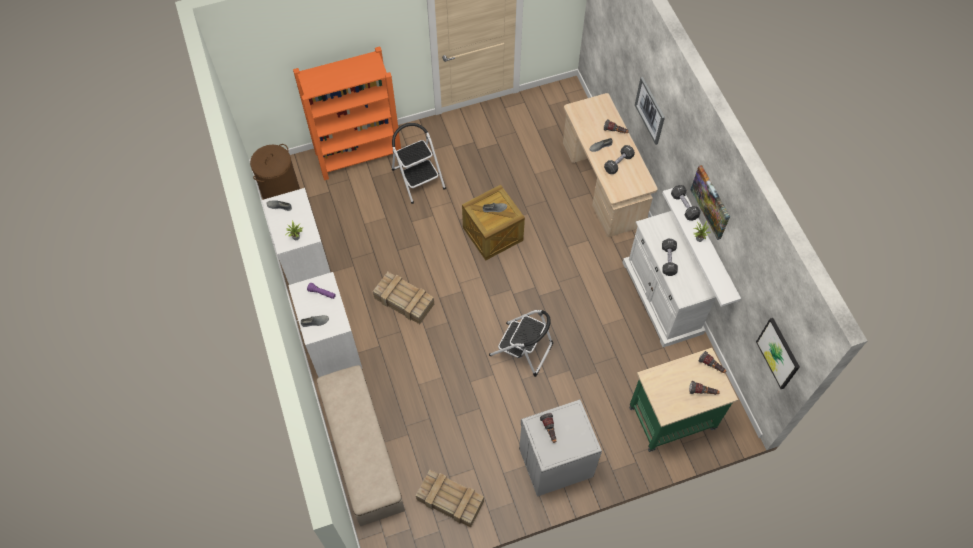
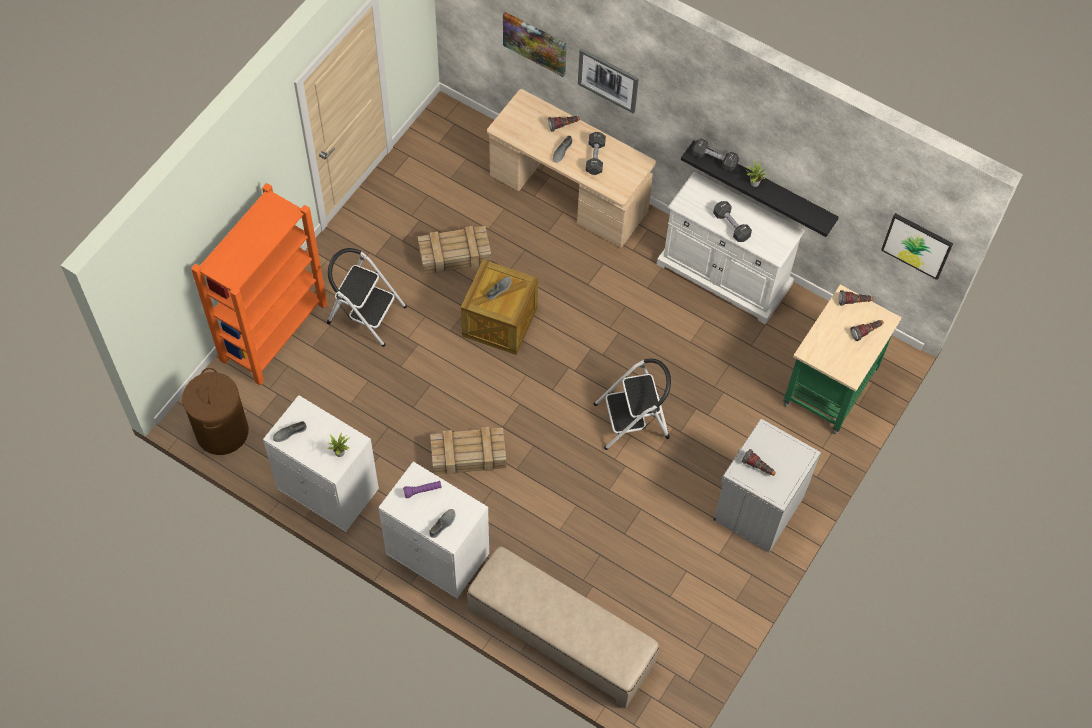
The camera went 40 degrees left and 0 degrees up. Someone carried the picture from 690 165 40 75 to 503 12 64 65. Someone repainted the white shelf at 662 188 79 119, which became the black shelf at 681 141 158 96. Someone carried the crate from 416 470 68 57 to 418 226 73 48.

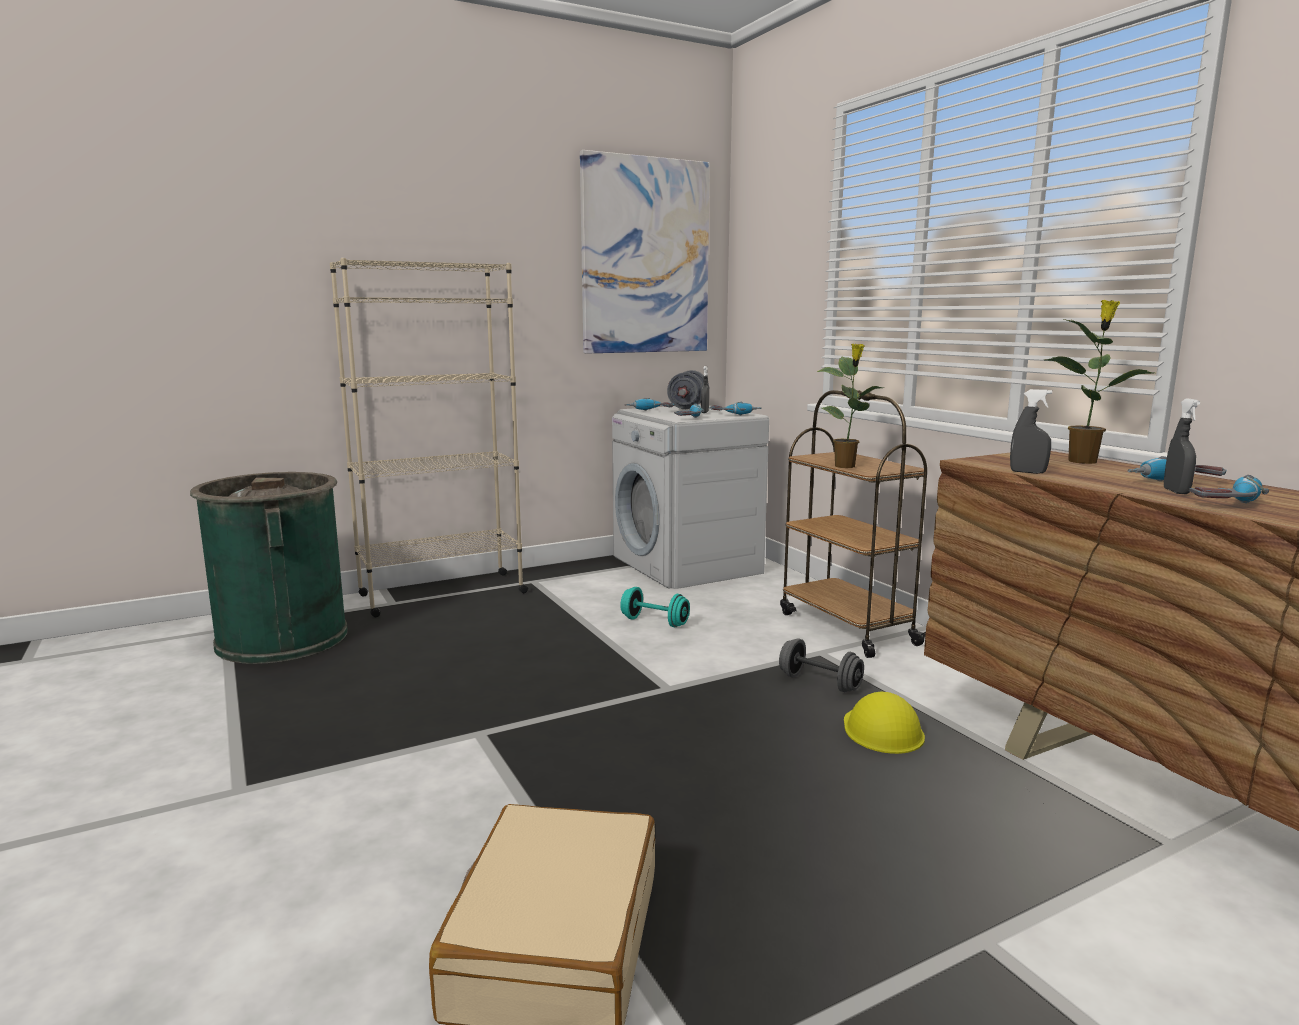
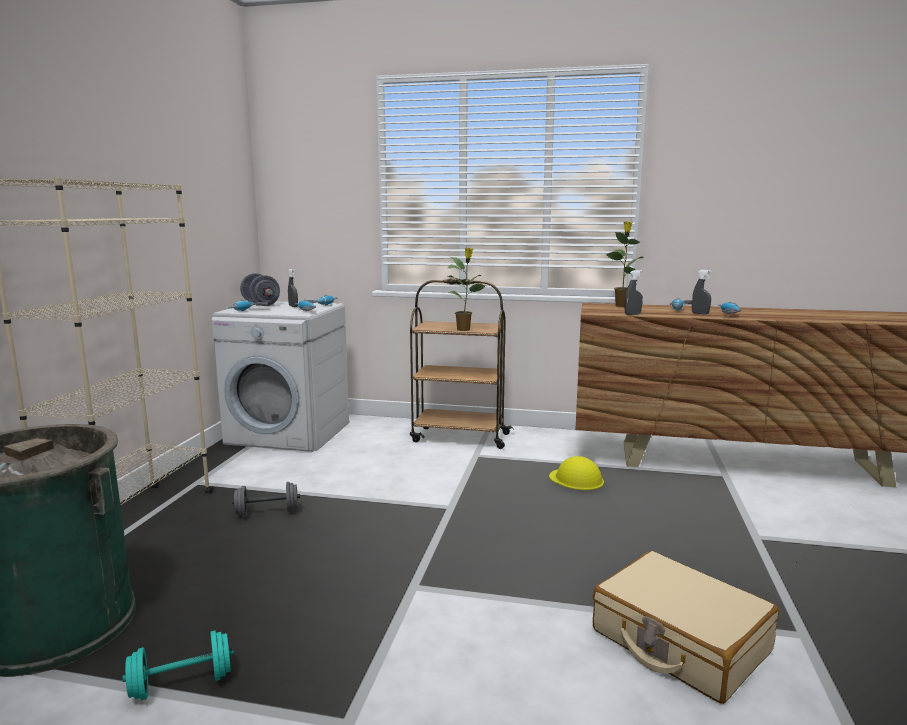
The camera went 50 degrees left and 0 degrees up. Someone took away the picture at 580 150 130 204. Someone carried the turquoise dumbbell from 620 587 70 40 to 122 631 112 70. Someone carried the grey dumbbell from 779 638 85 54 to 232 482 68 35.

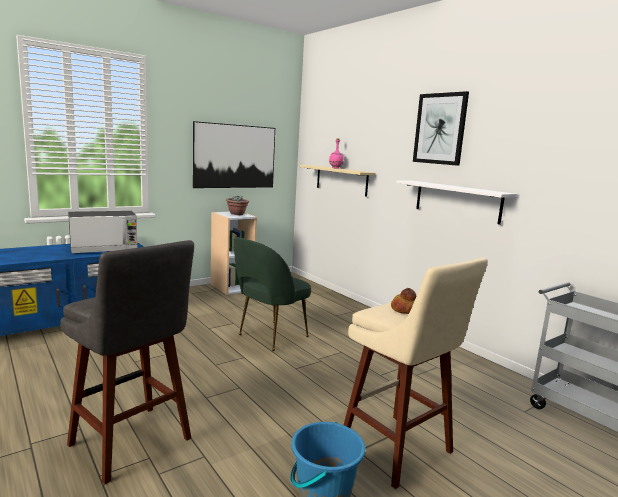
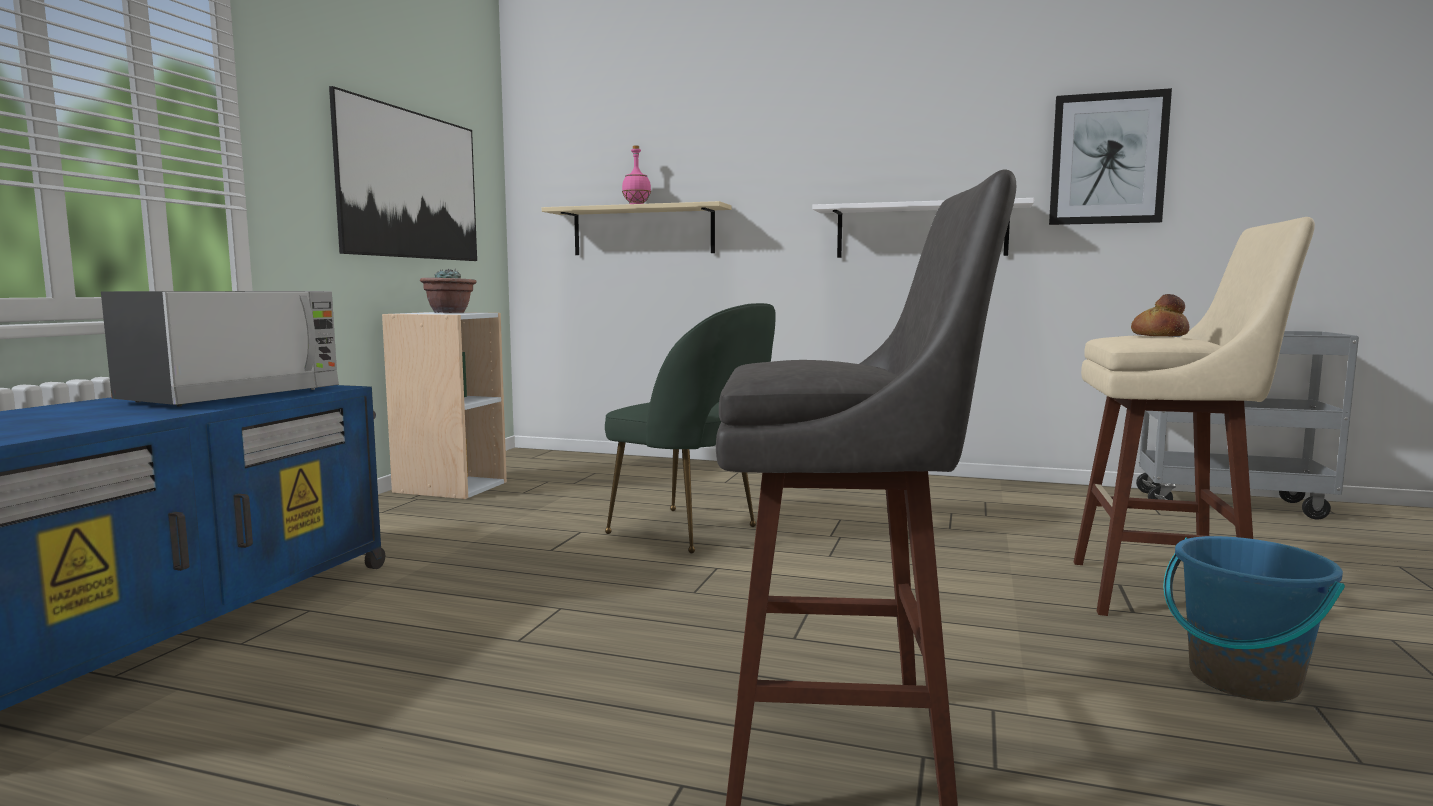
The camera went 35 degrees left and 5 degrees down. Someone carried the picture from 413 91 56 75 to 1049 88 123 137. Someone rotated the green chair at 234 237 77 114 by 60 degrees counterclockwise.

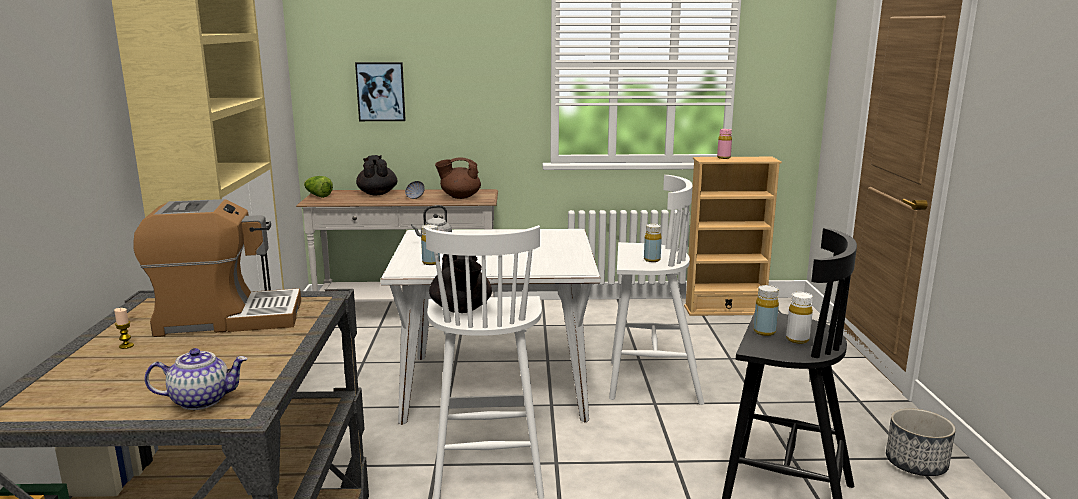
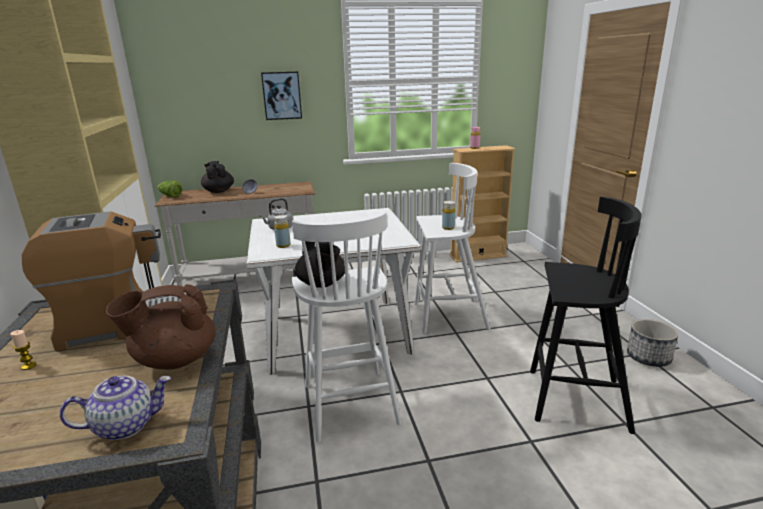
The camera went 10 degrees left and 5 degrees up. Someone carried the picture from 355 62 51 59 to 261 71 41 49. Someone carried the brown teapot from 435 158 46 41 to 106 284 110 86. Someone took away the yellow bottle at 754 285 25 51. Someone took away the white bottle at 786 292 27 52.

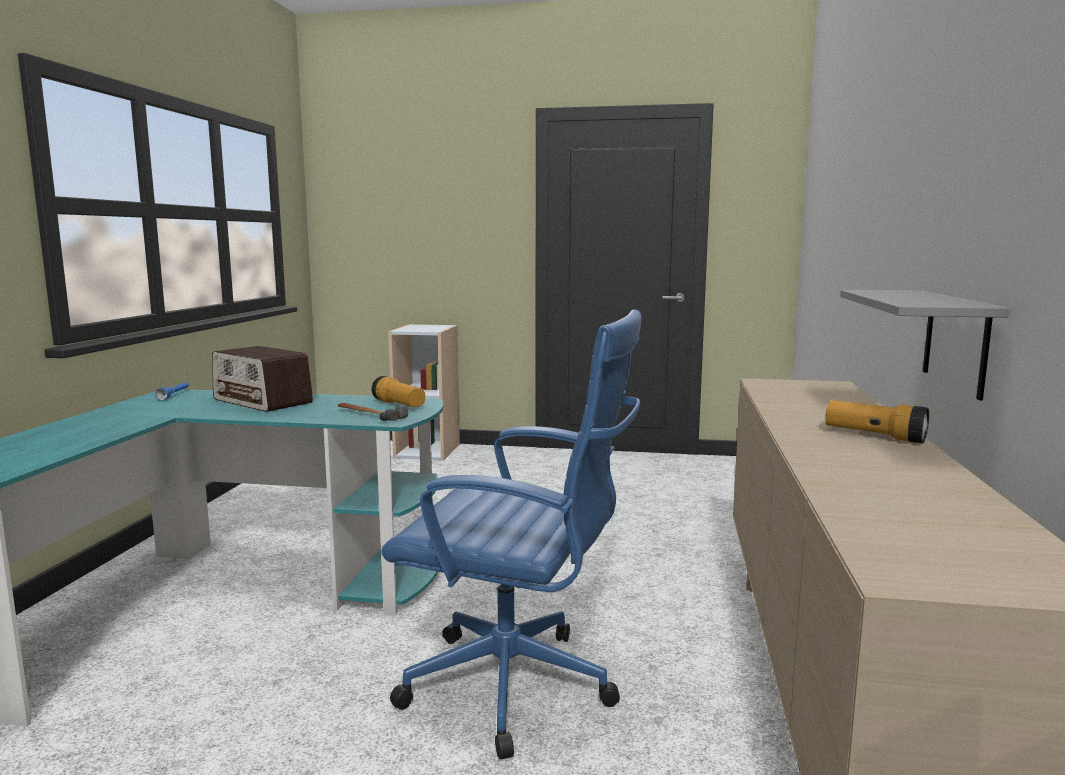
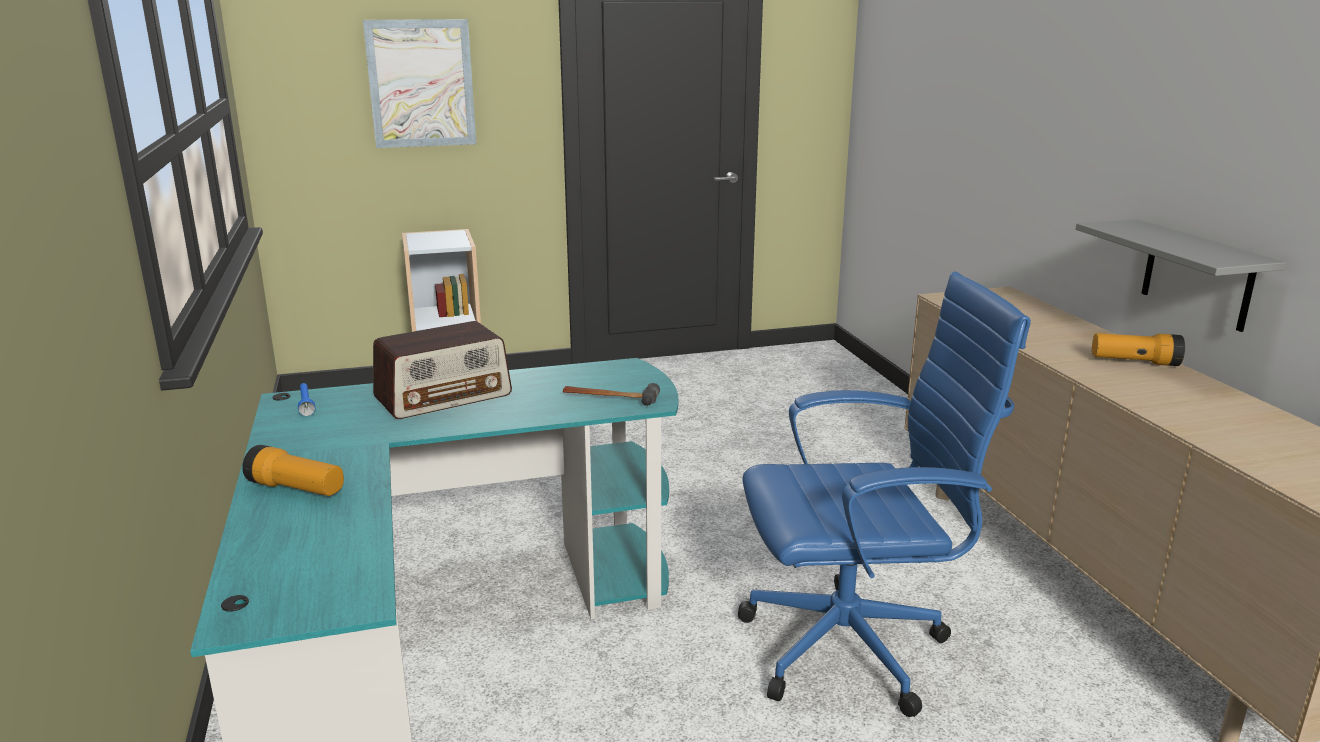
The camera went 25 degrees left and 10 degrees up. Someone rotated the radio at 212 346 101 66 by 45 degrees counterclockwise. Someone carried the flashlight from 371 376 54 31 to 242 445 102 51. Someone put up the picture at 363 19 113 129.

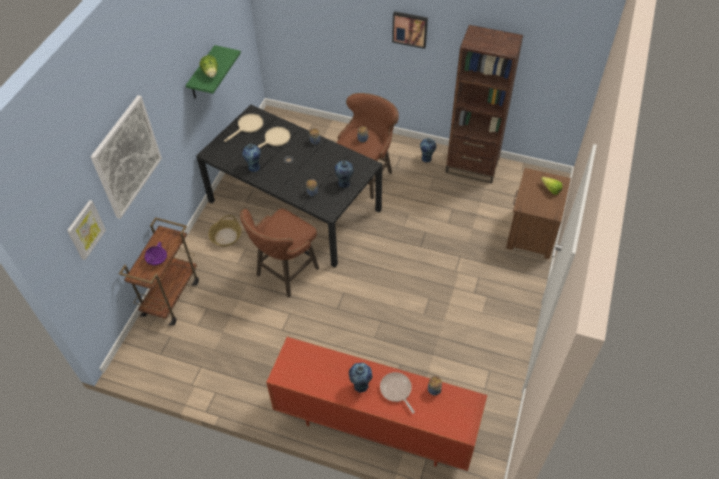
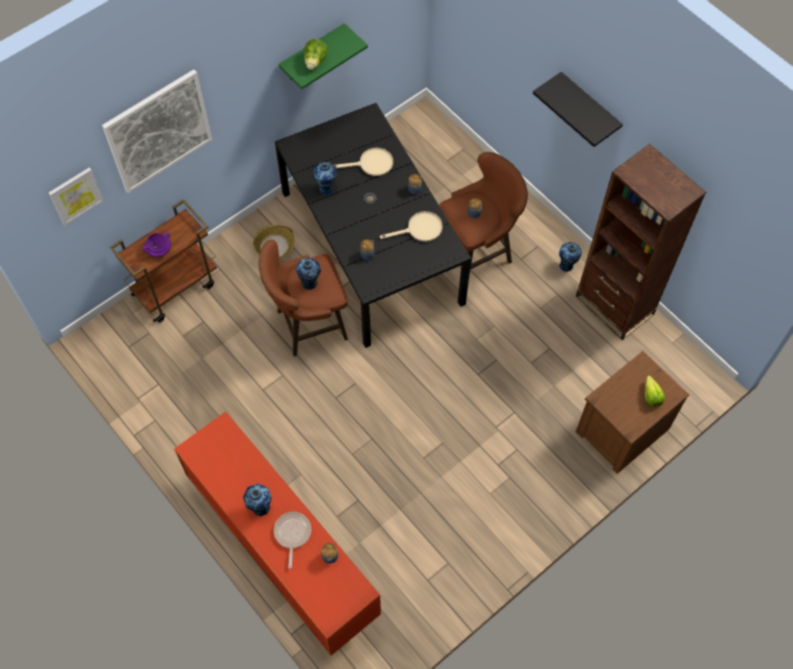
The camera went 30 degrees right and 10 degrees up. Someone swapped the picture at 392 11 36 38 for the black shelf at 533 72 90 75. Someone carried the beige frying pan from 224 114 39 28 to 380 211 63 31. Someone carried the vase from 335 161 19 27 to 296 258 25 32.

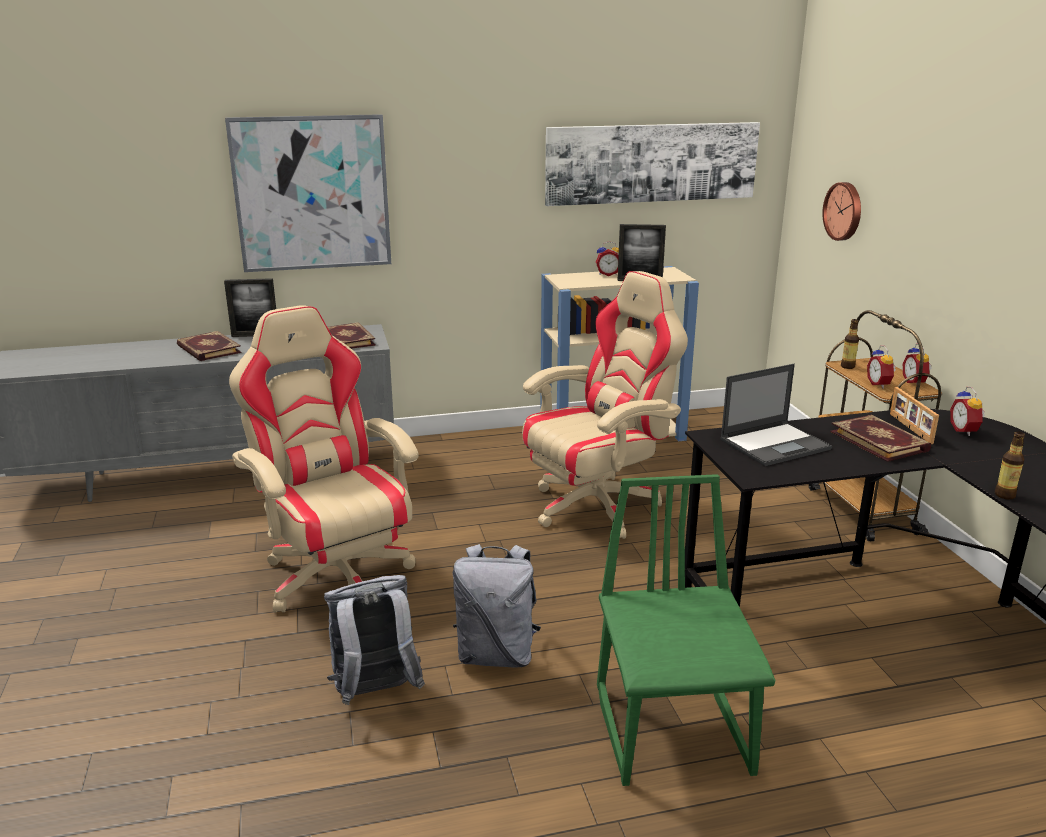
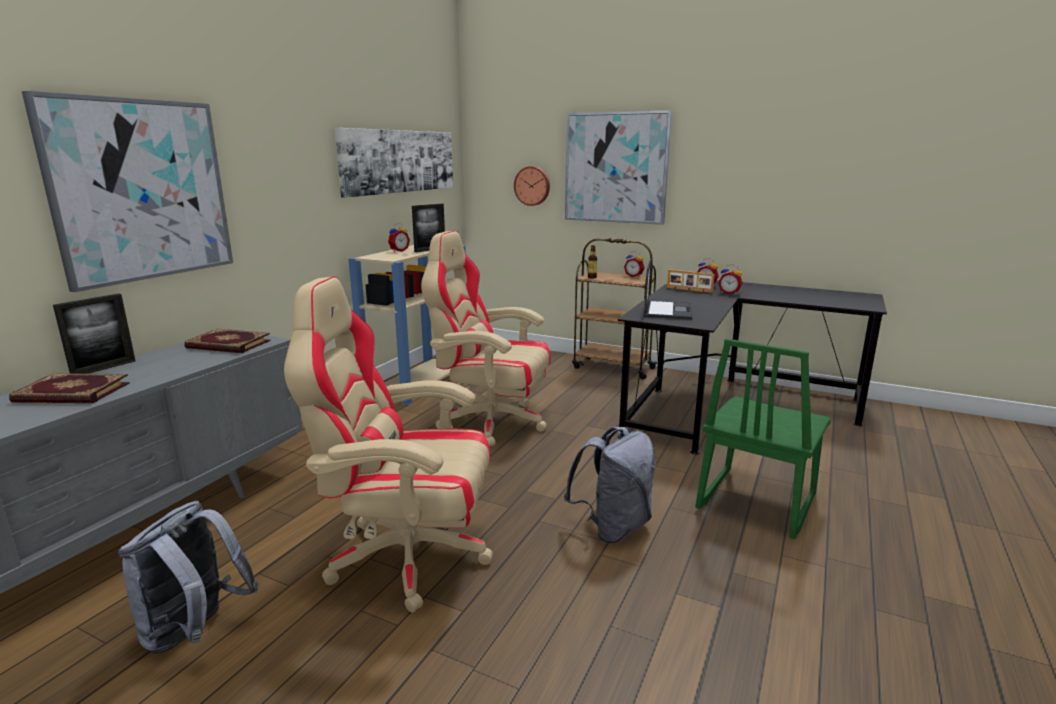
The camera went 50 degrees left and 5 degrees down. Someone rotated the beige office chair at 522 271 166 268 by 75 degrees counterclockwise. Someone carried the alarm clock from 867 345 29 44 to 718 264 25 31. Someone took away the book at 830 415 101 47. Someone took away the bottle at 995 432 30 67. Someone rotated the green chair at 597 474 179 312 by 90 degrees counterclockwise. Someone carried the grey backpack from 324 575 101 130 to 118 501 141 153. Someone put up the picture at 565 110 107 115.

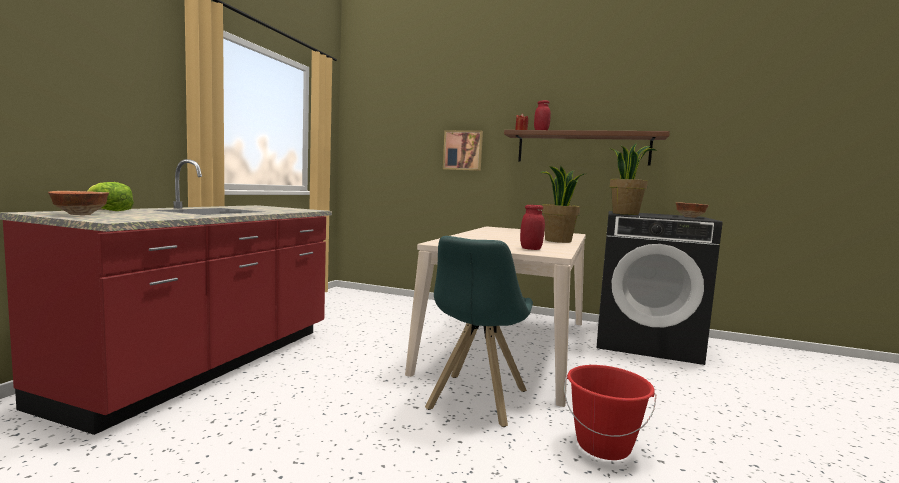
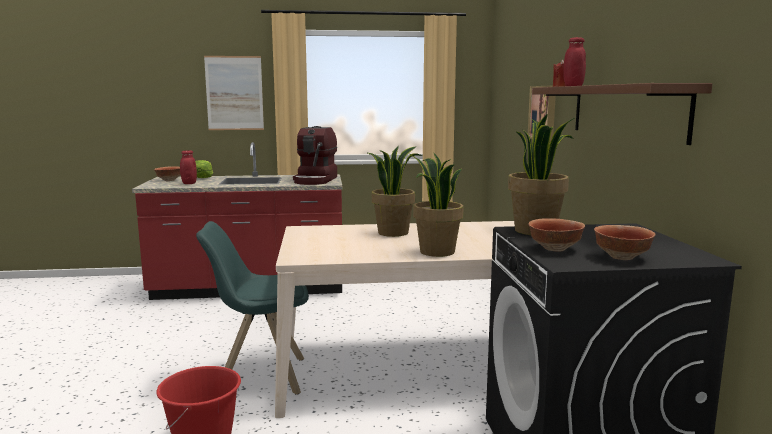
The camera went 65 degrees right and 5 degrees up. Someone carried the red jar from 520 205 25 45 to 180 150 17 34. Someone put up the picture at 204 56 60 74. Someone put down the coffee machine at 293 126 44 59. Someone put down the potted plant at 368 146 54 91. Someone put down the bowl at 529 218 56 34.

